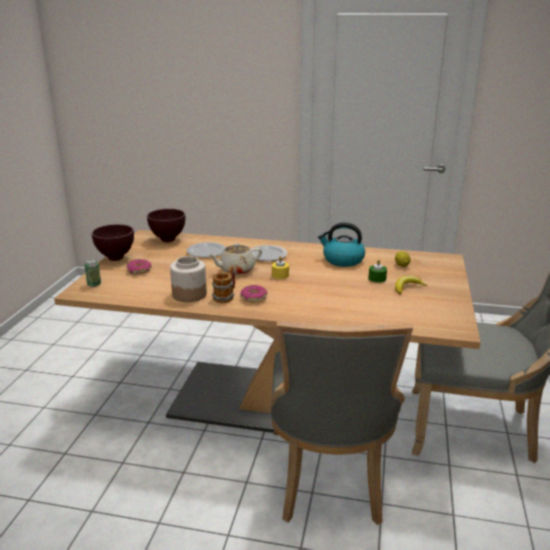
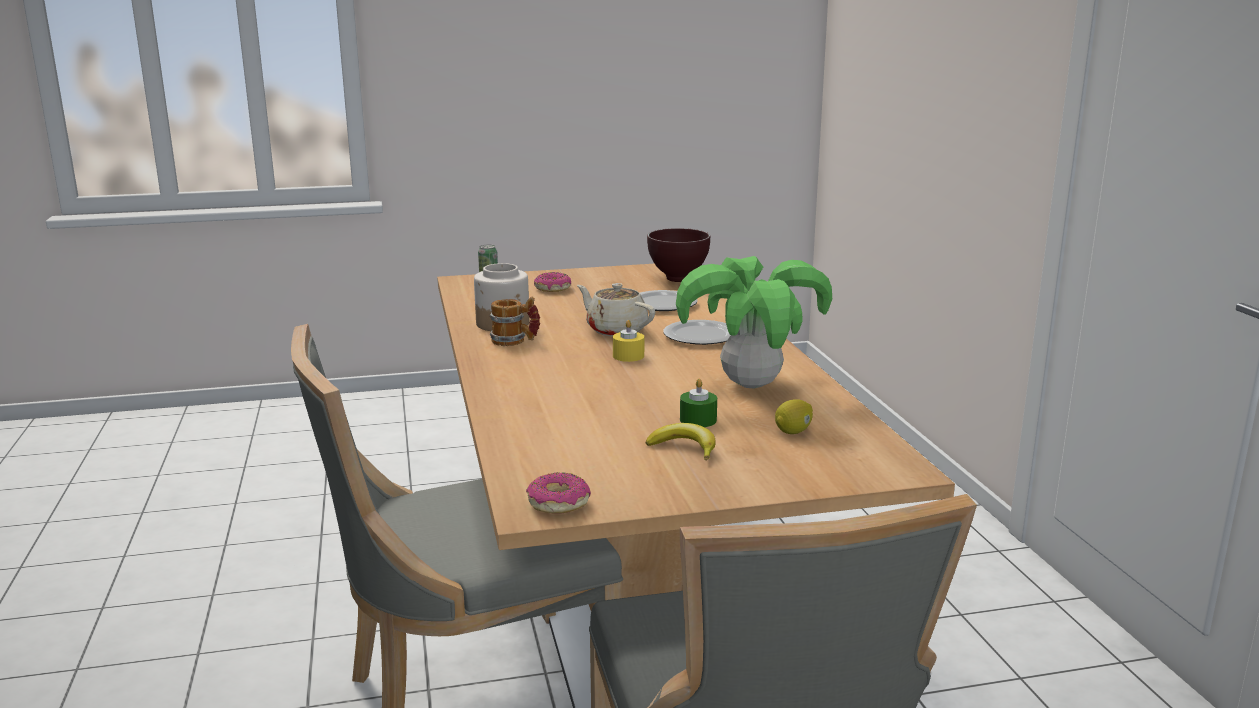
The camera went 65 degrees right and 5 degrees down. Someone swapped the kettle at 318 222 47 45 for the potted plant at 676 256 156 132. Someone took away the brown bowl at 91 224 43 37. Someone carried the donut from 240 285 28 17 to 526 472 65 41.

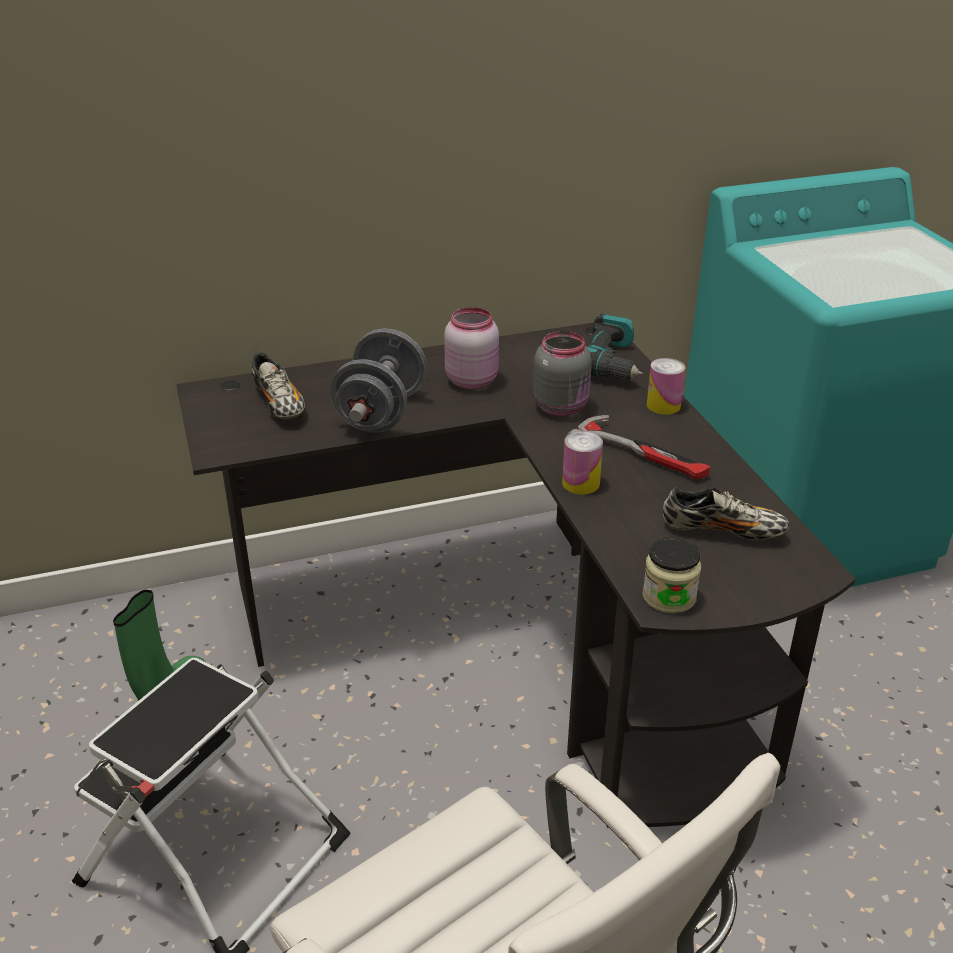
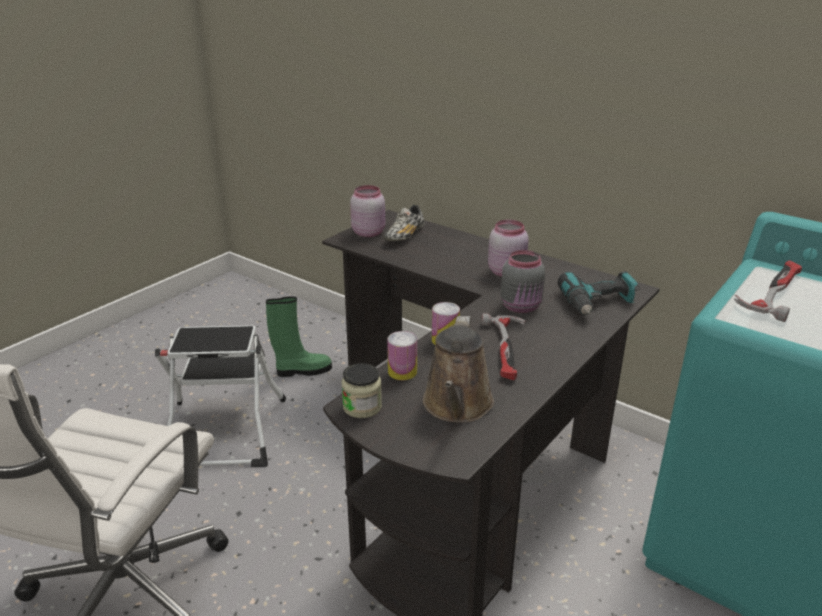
The camera went 55 degrees right and 5 degrees down. Someone took away the grey dumbbell at 330 328 97 105. Someone carried the can from 647 358 38 57 to 387 331 30 49. Someone swapped the shoe at 663 487 127 53 for the brown watering can at 423 316 71 107. Someone put down the pink jar at 350 185 35 52. Someone put down the hammer at 734 261 68 61.

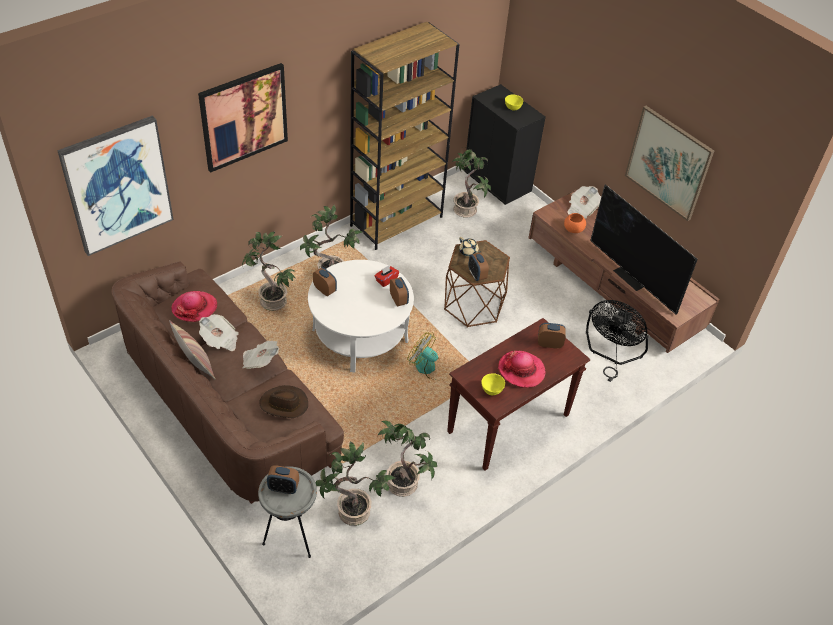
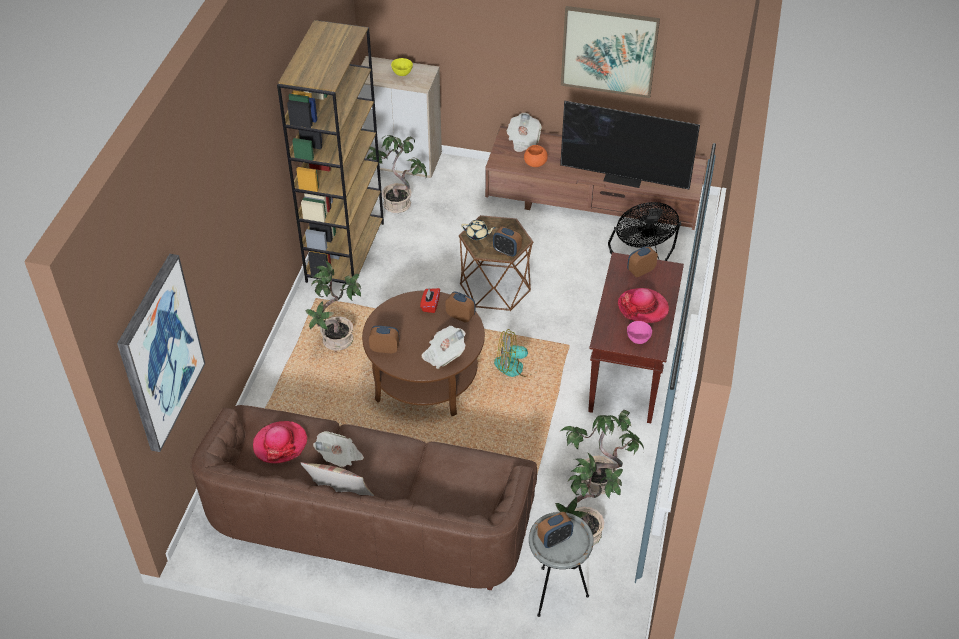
The camera went 35 degrees left and 0 degrees up. Someone took away the picture at 198 63 90 110. Someone repainted the black cabinet at 464 84 82 121, which became the beige cabinet at 358 56 84 122. Someone took away the potted plant at 242 231 54 80. Someone repainted the white coffee table at 308 260 106 112, which became the brown coffee table at 362 290 123 126. Someone carried the newspaper from 242 341 37 28 to 422 326 44 43. Someone repainted the yellow bowl at 481 373 24 22, which became the pink bowl at 627 321 25 23. Someone took away the brown hat at 259 385 49 33.

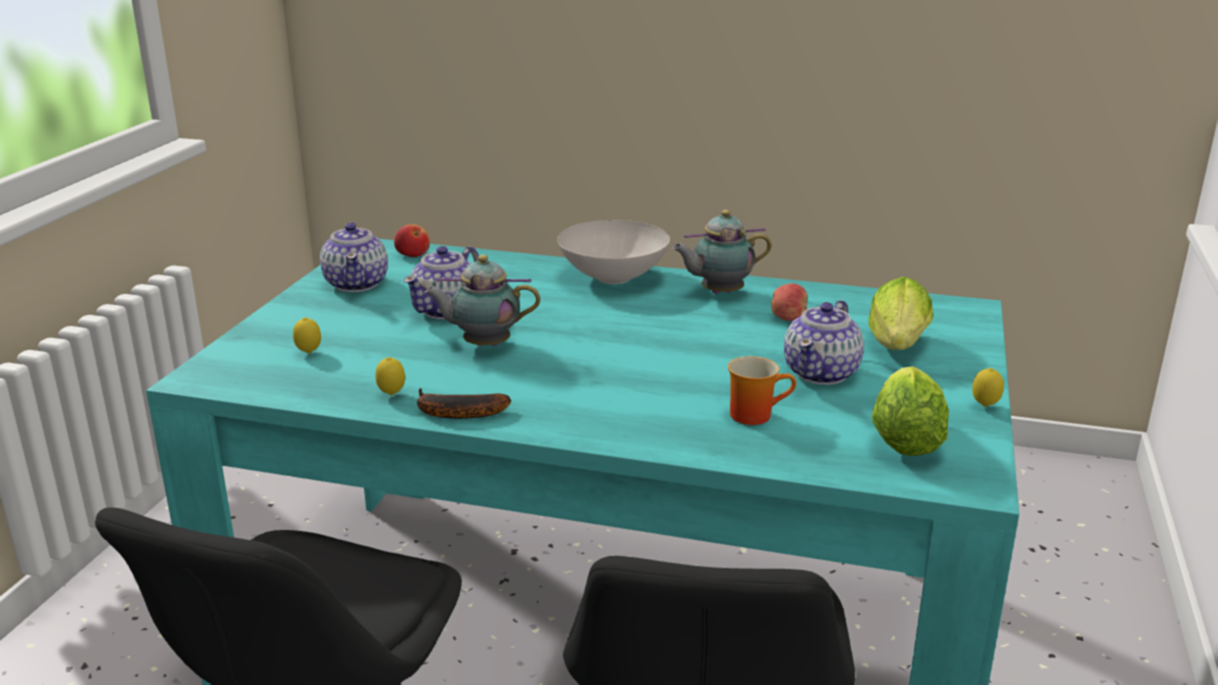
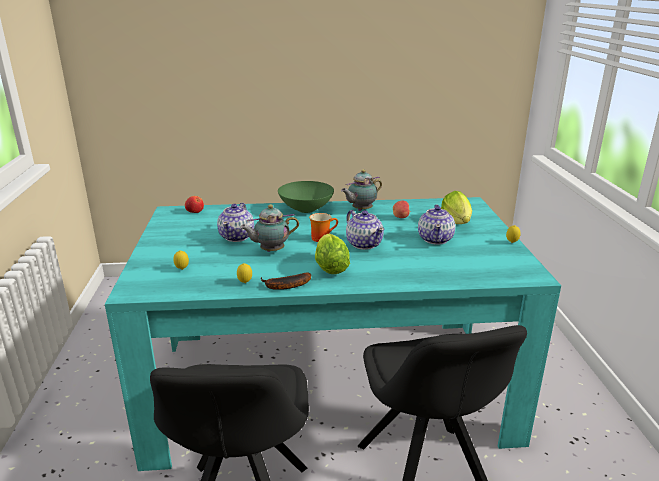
The camera went 20 degrees left and 0 degrees up. Someone repainted the white bowl at 557 220 113 64, which became the green bowl at 278 181 56 32. Someone carried the teapot from 320 222 68 70 to 346 210 38 40. Someone carried the mug from 728 356 68 69 to 309 213 29 29. Someone carried the lettuce from 872 366 77 90 to 315 233 35 41.

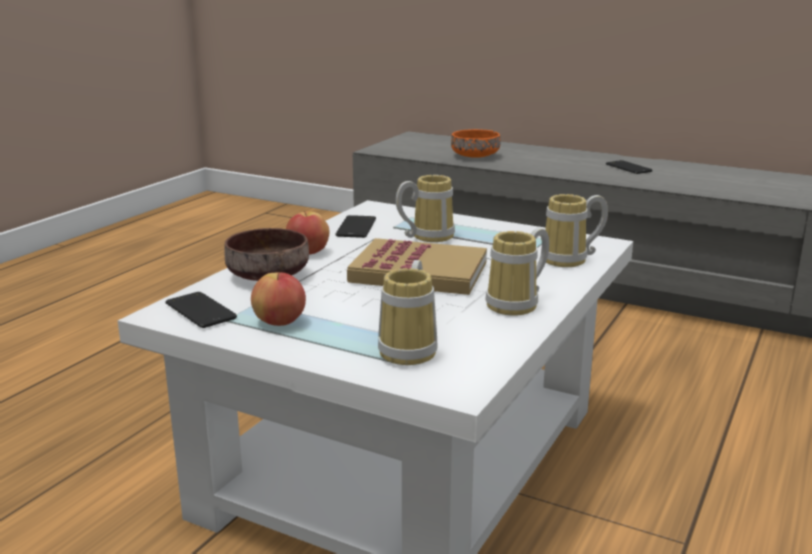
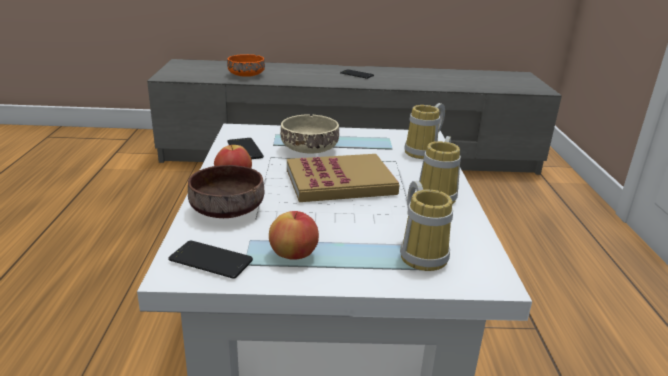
The camera went 30 degrees left and 5 degrees up. Someone swapped the mug at 396 175 59 67 for the beige bowl at 280 114 59 40.

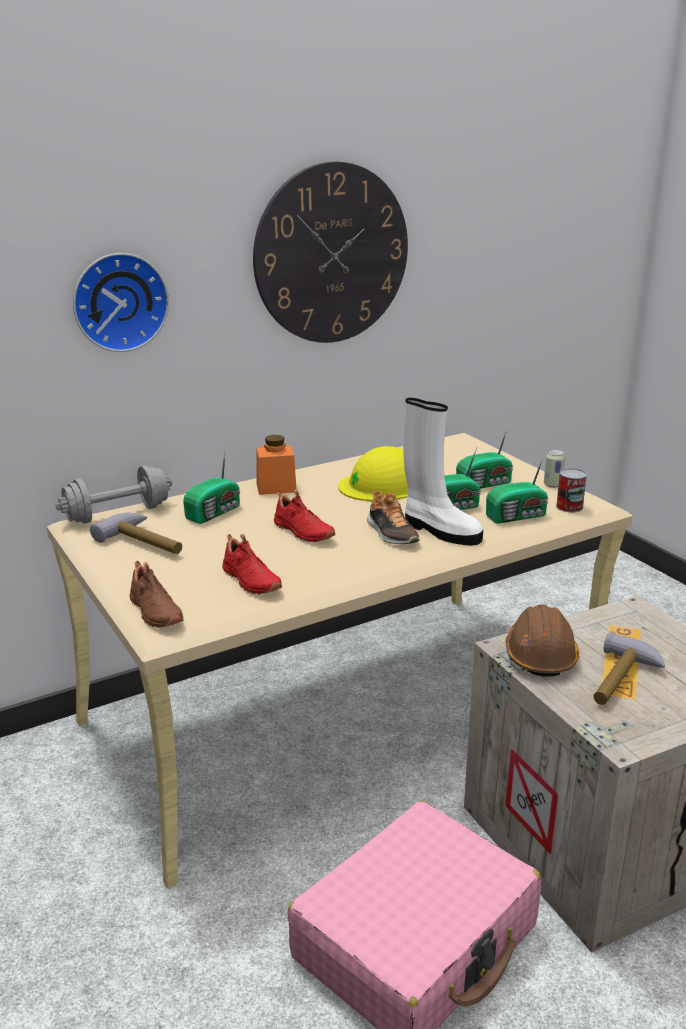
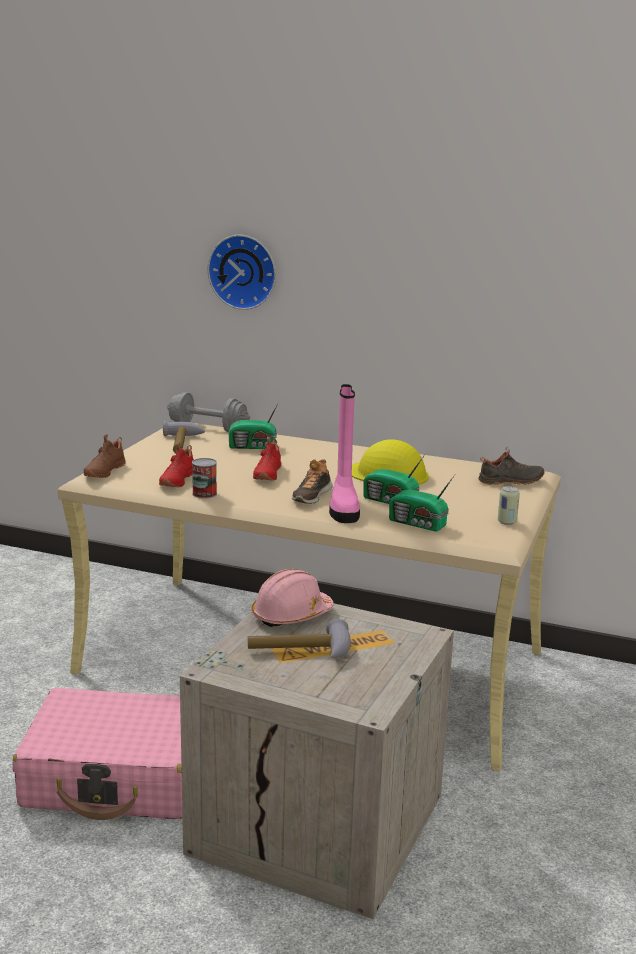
The camera went 50 degrees right and 5 degrees down. Someone took away the wall clock at 253 162 155 181. Someone repainted the white boot at 403 398 80 147, which became the pink boot at 329 384 31 139. Someone took away the radio at 456 426 57 63. Someone took away the orange jar at 256 435 40 60. Someone carried the can from 556 468 31 45 to 192 458 25 41. Someone repainted the brown hard hat at 505 605 74 72, which became the pink hard hat at 251 569 83 58. Someone put down the black shoe at 478 447 66 38.

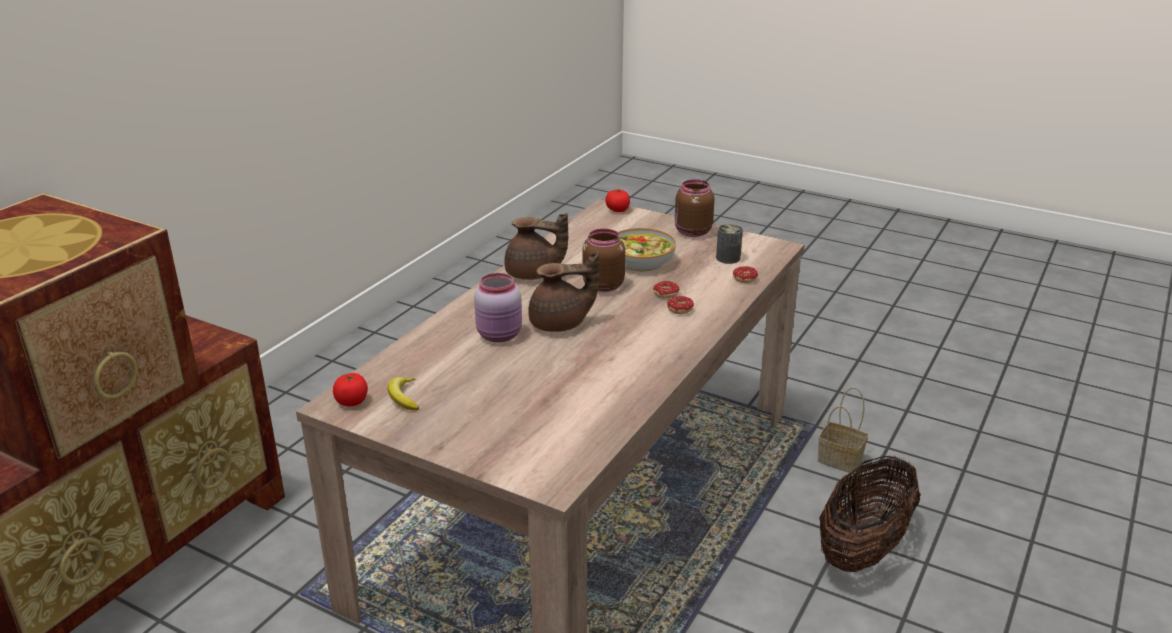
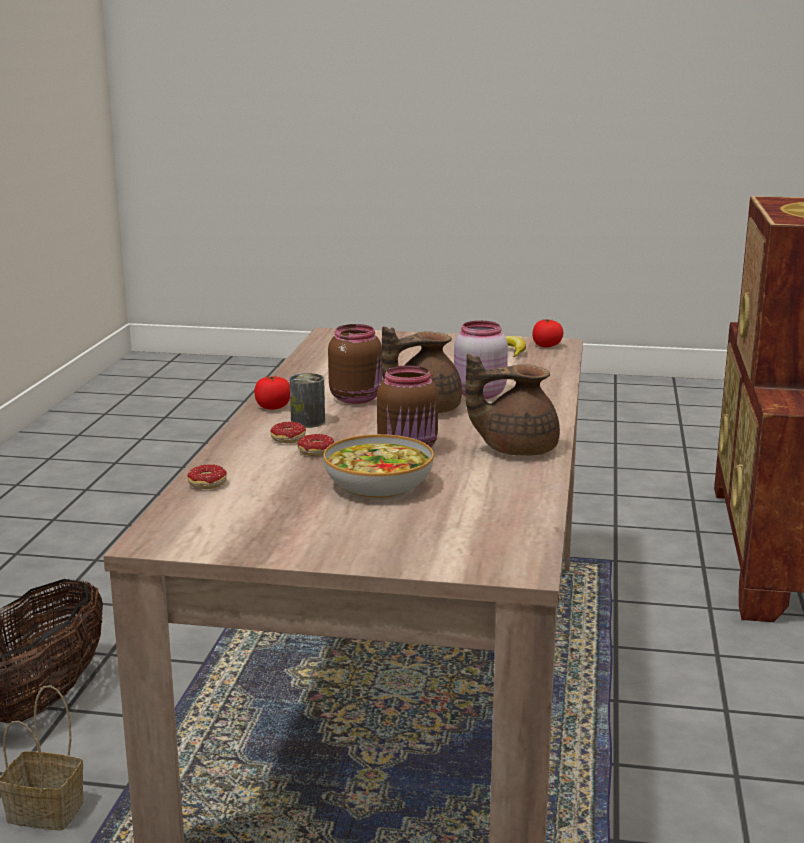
The camera went 160 degrees right and 10 degrees down. Someone carried the brown jar from 675 179 40 58 to 328 324 54 80. Someone carried the tomato from 605 189 25 23 to 254 376 36 34. Someone carried the can from 716 224 27 40 to 290 373 35 55.

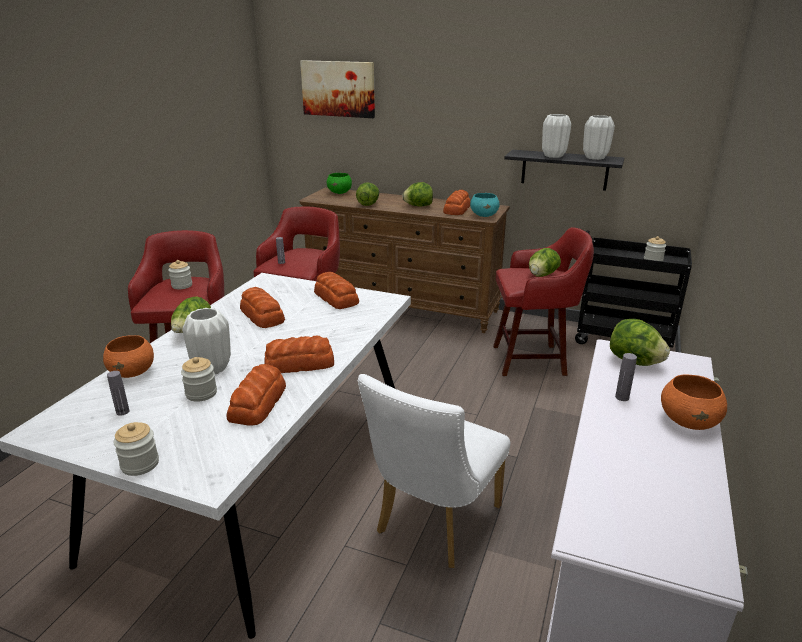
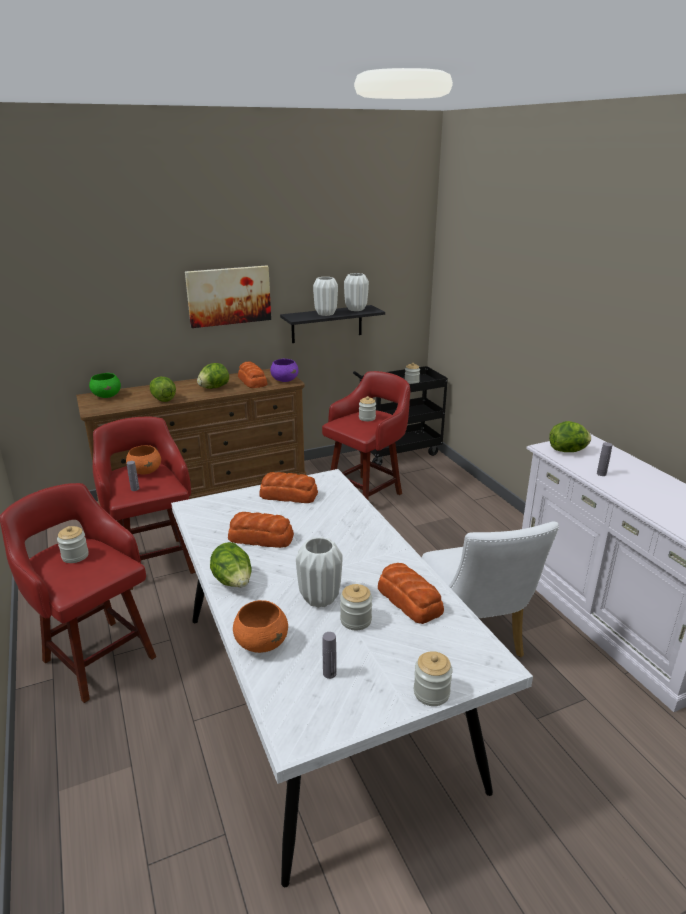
The camera went 45 degrees left and 0 degrees up. Someone carried the picture from 300 60 75 58 to 185 265 86 63. Someone repainted the turquoise bowl at 470 193 30 24, which became the purple bowl at 270 359 29 23. Someone swapped the lettuce at 529 248 32 29 for the jar at 359 396 17 25. Someone took away the bread at 264 336 70 37. Someone carried the orange bowl from 661 374 66 56 to 126 445 35 29.

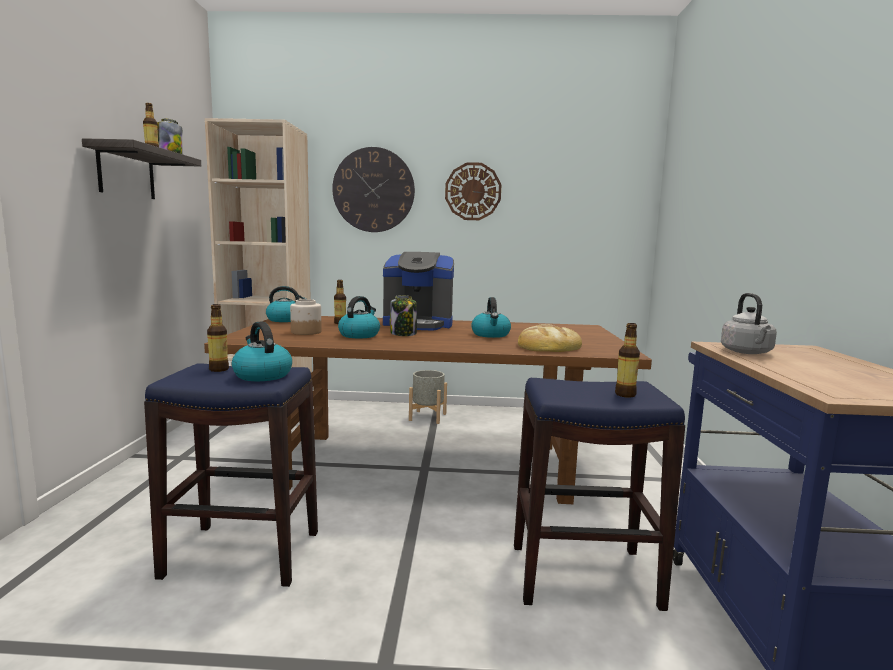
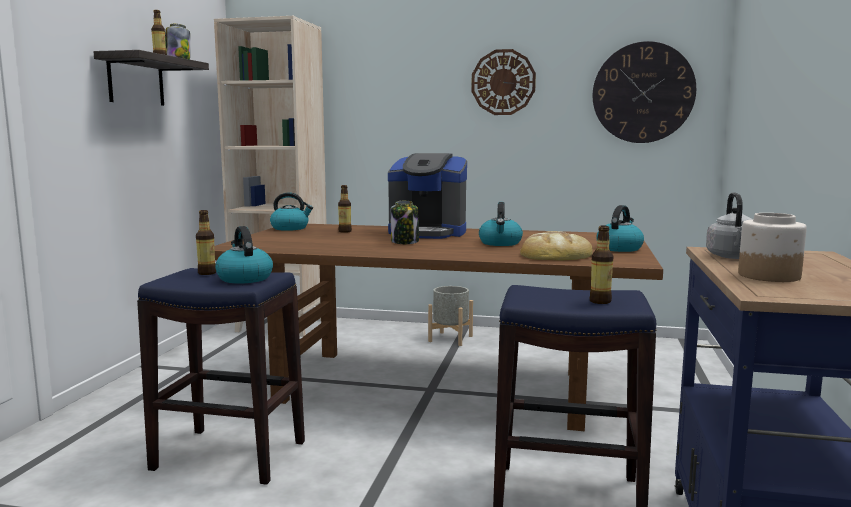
The camera went 10 degrees right and 0 degrees up. Someone carried the wall clock from 332 147 83 85 to 593 41 103 102. Someone carried the kettle from 338 296 42 42 to 596 205 48 47. Someone carried the jar from 290 299 32 36 to 738 213 69 69.

